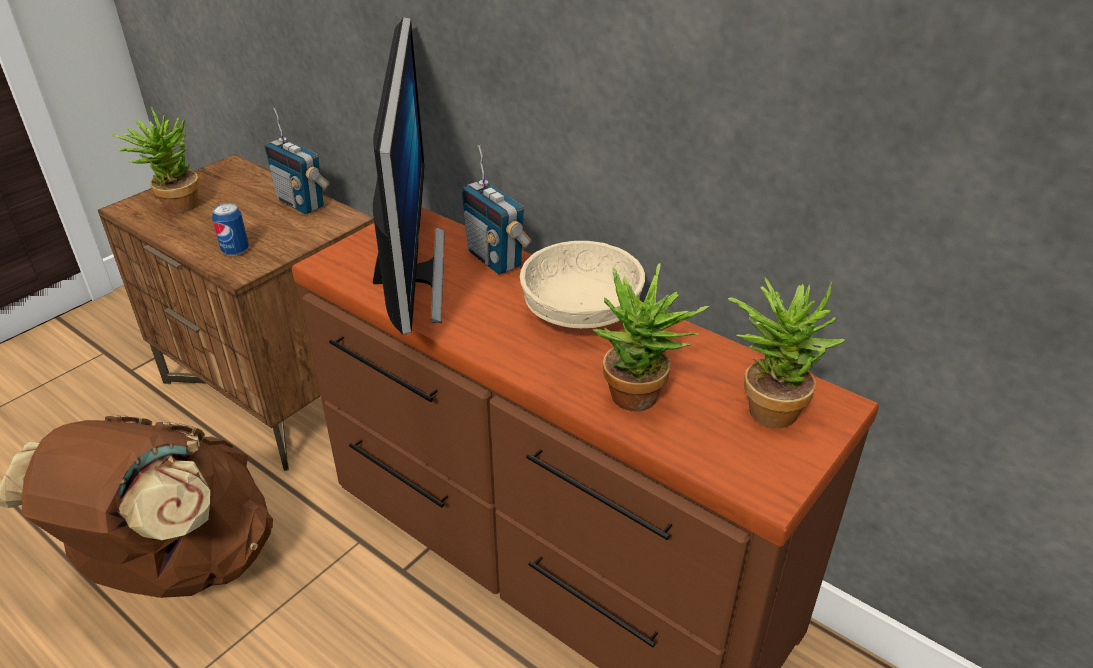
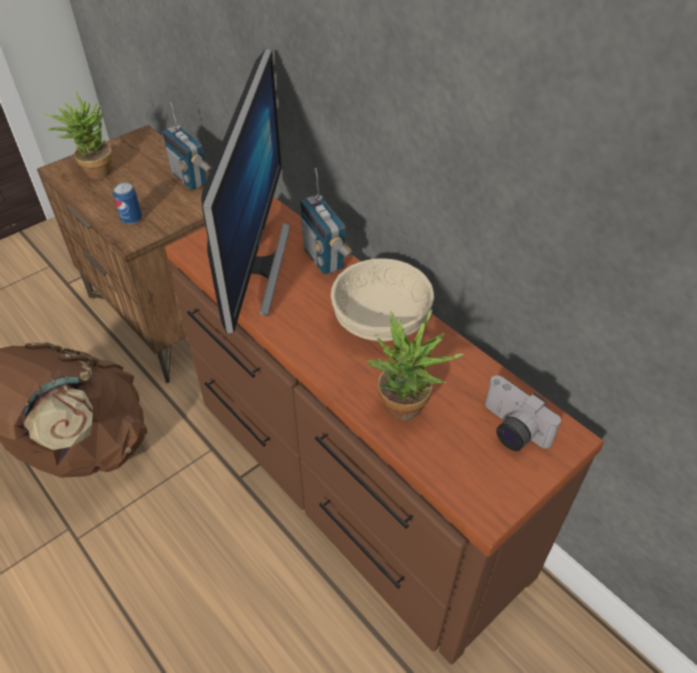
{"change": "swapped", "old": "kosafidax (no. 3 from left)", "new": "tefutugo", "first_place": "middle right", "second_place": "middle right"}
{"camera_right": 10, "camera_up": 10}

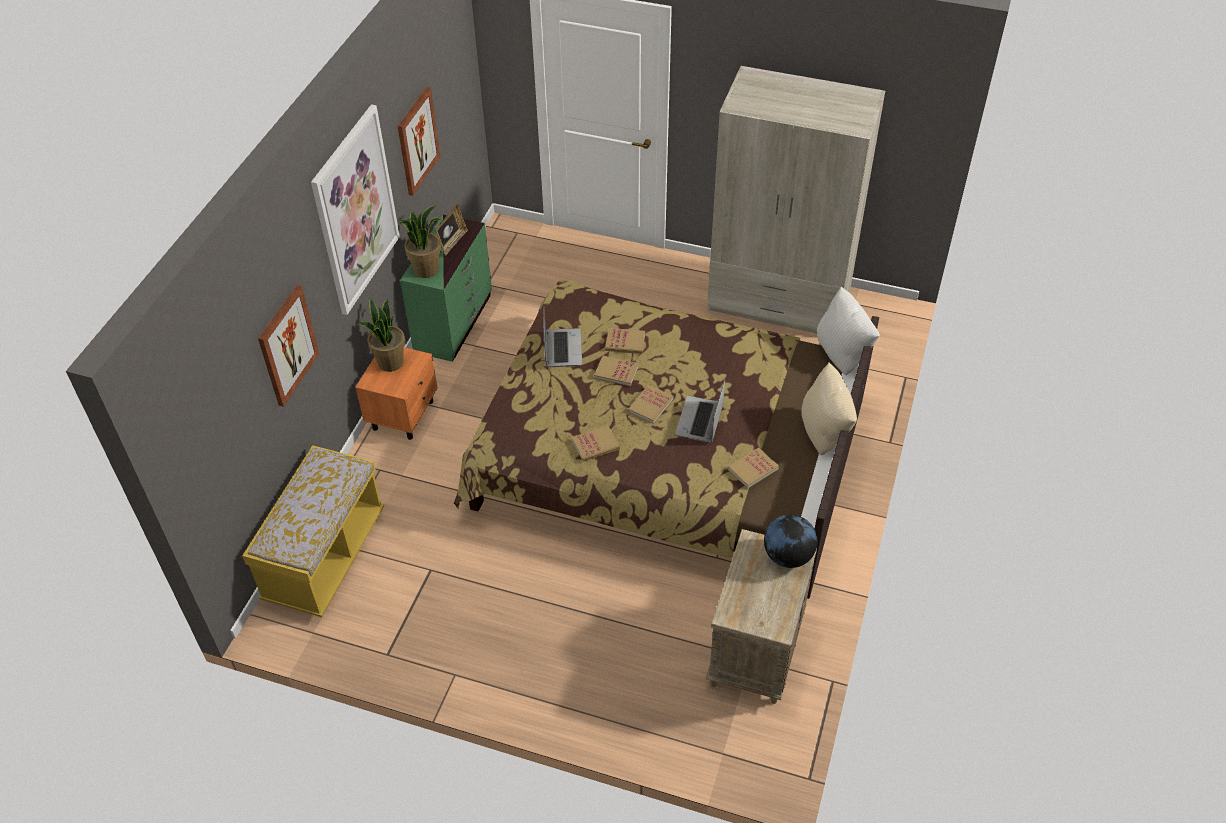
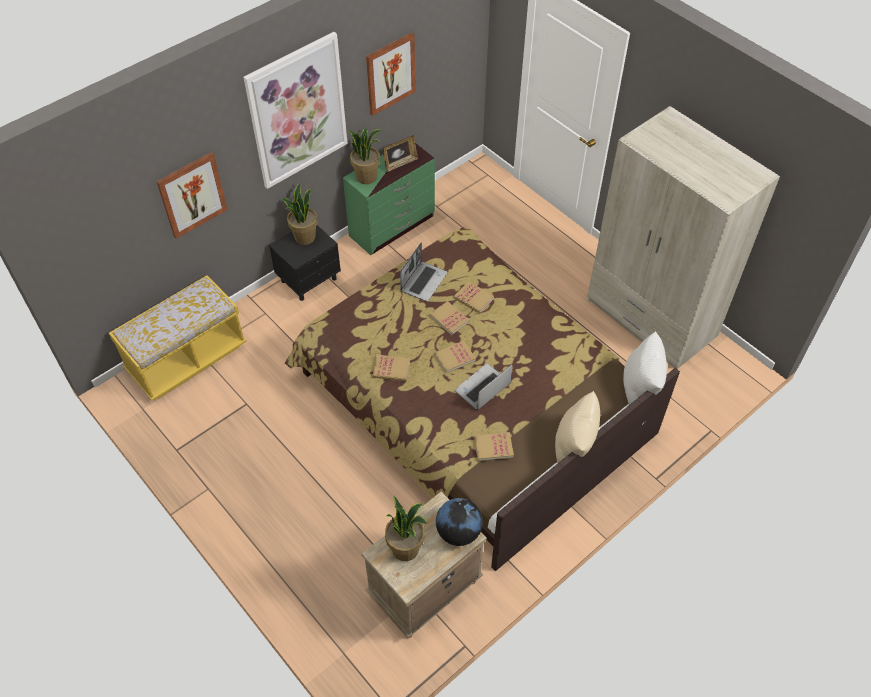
{"change": "repainted", "old": "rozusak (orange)", "new": "rozusak (black)", "first_place": "middle left", "second_place": "centre"}
{"change": "new", "new": "kosafidax (no. 3 from left)", "second_place": "bottom centre"}
{"camera_right": 30, "camera_up": 5}

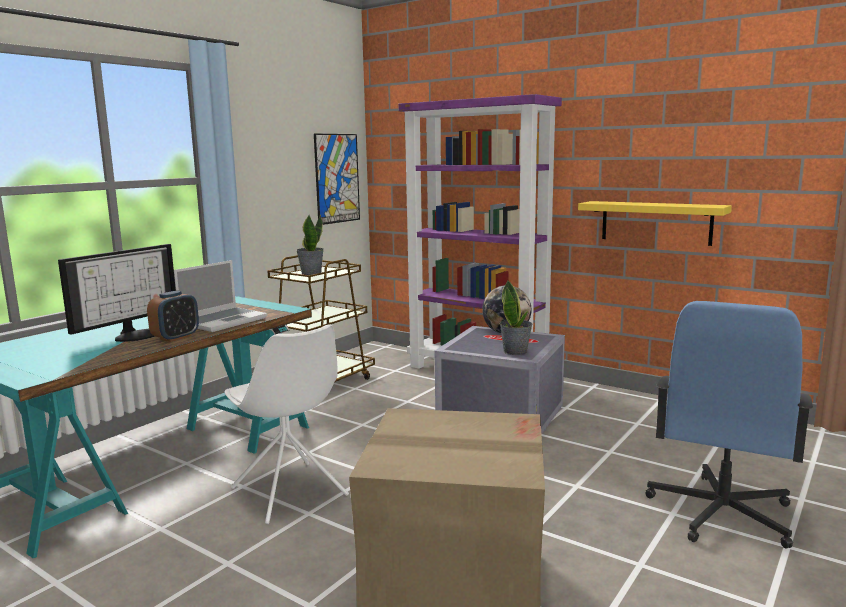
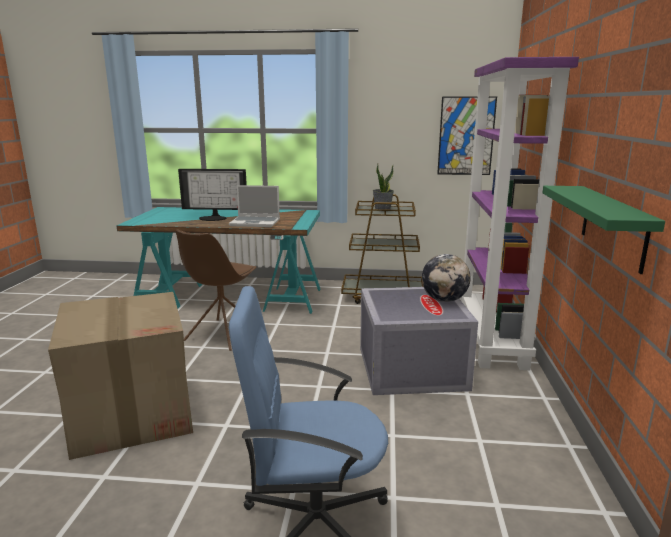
{"change": "repainted", "old": "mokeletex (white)", "new": "mokeletex (brown)", "first_place": "bottom centre", "second_place": "middle left"}
{"change": "repainted", "old": "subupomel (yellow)", "new": "subupomel (green)", "first_place": "middle right", "second_place": "middle right"}
{"change": "gone", "old": "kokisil", "first_place": "middle left"}
{"change": "gone", "old": "kosafidax (no. 2 from left)", "first_place": "centre"}
{"camera_right": 60, "camera_up": 5}

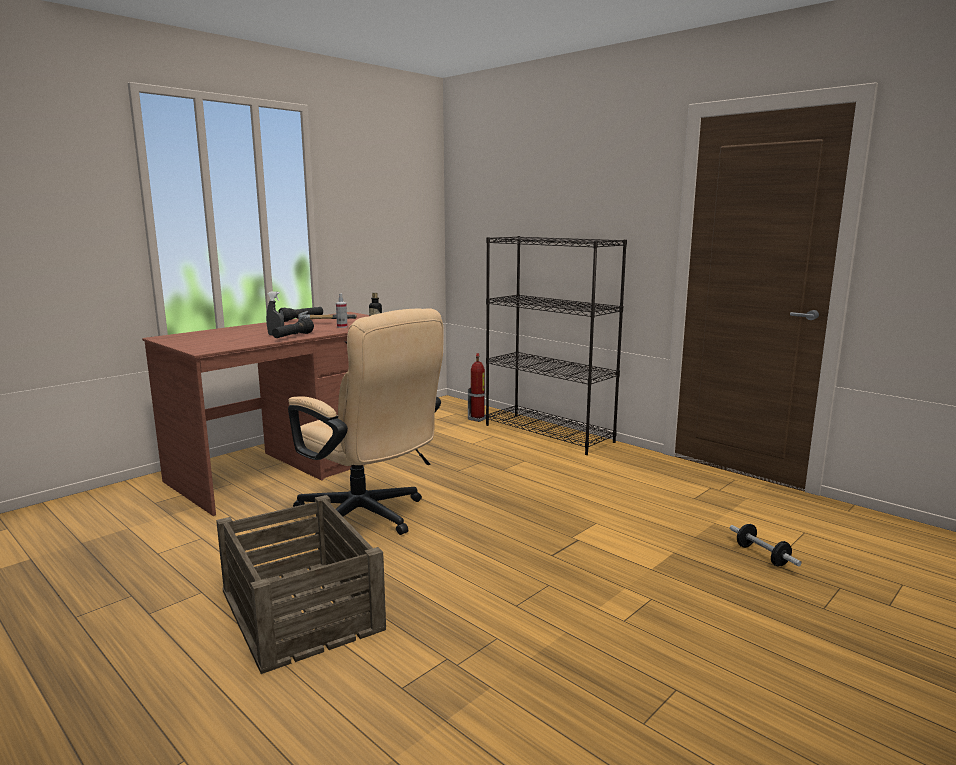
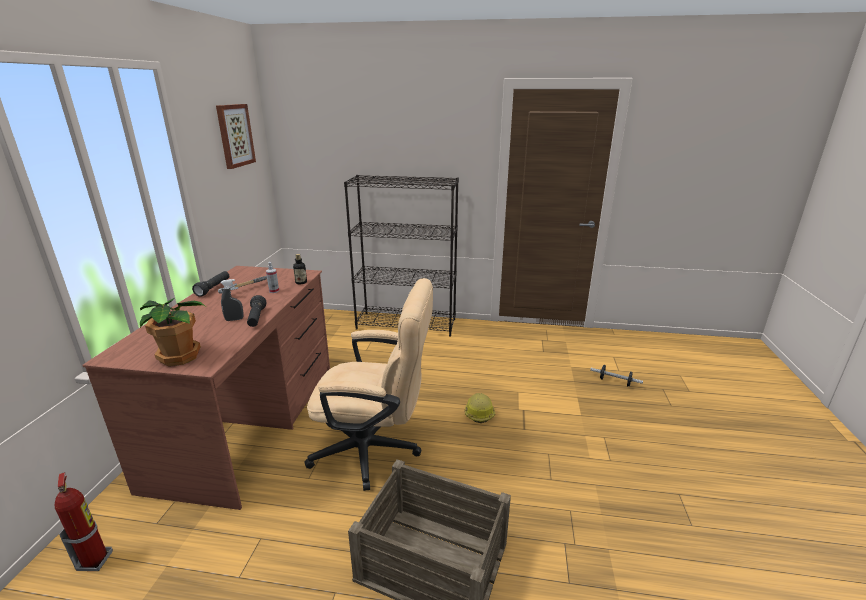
{"change": "shifted", "old": "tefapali", "first_place": "centre", "second_place": "bottom left"}
{"change": "new", "new": "kosafidax", "second_place": "middle left"}
{"change": "new", "new": "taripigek", "second_place": "top left"}
{"change": "new", "new": "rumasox", "second_place": "bottom centre"}
{"camera_right": -35, "camera_up": 10}

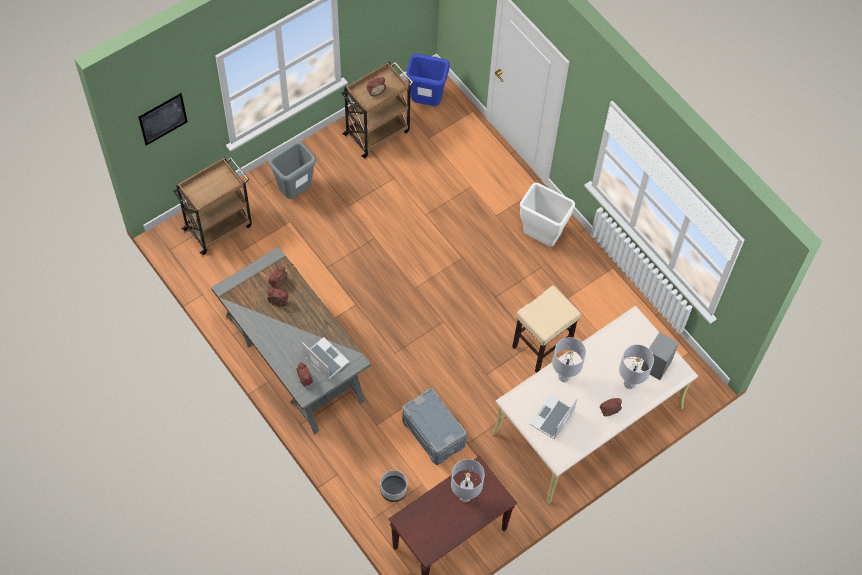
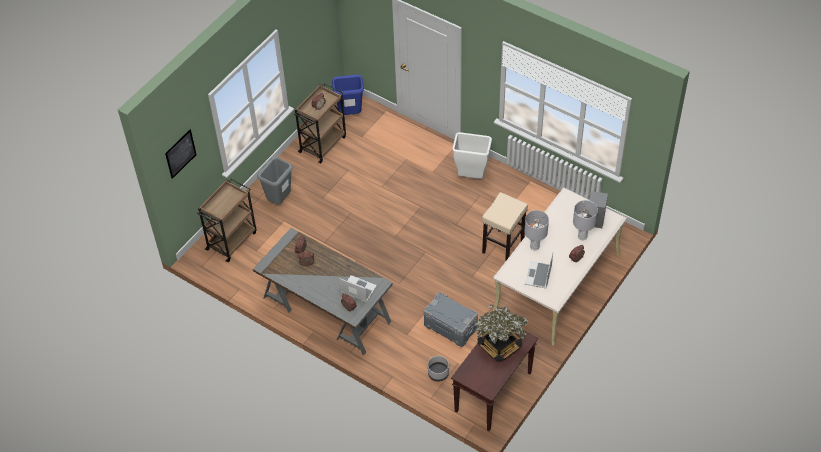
{"change": "swapped", "old": "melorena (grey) (no. 1 from left)", "new": "kosafidax", "first_place": "bottom centre", "second_place": "bottom centre"}
{"camera_right": -15, "camera_up": -10}

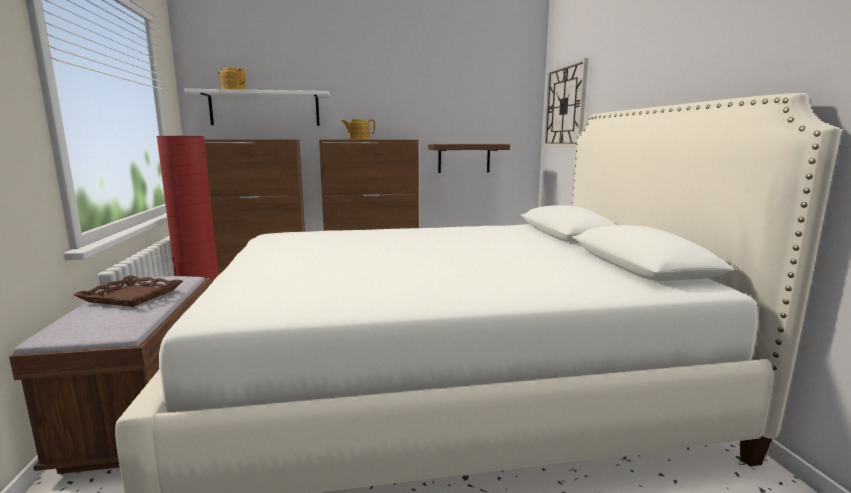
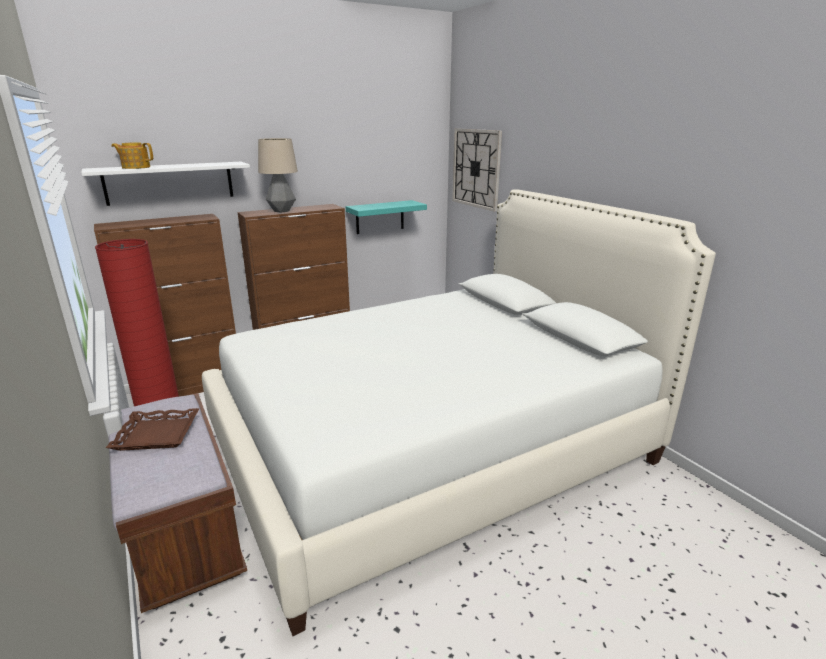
{"change": "swapped", "old": "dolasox (no. 2 from left)", "new": "melorena", "first_place": "top centre", "second_place": "top centre"}
{"change": "repainted", "old": "subupomel (brown)", "new": "subupomel (turquoise)", "first_place": "top centre", "second_place": "top centre"}
{"camera_right": -20, "camera_up": 10}

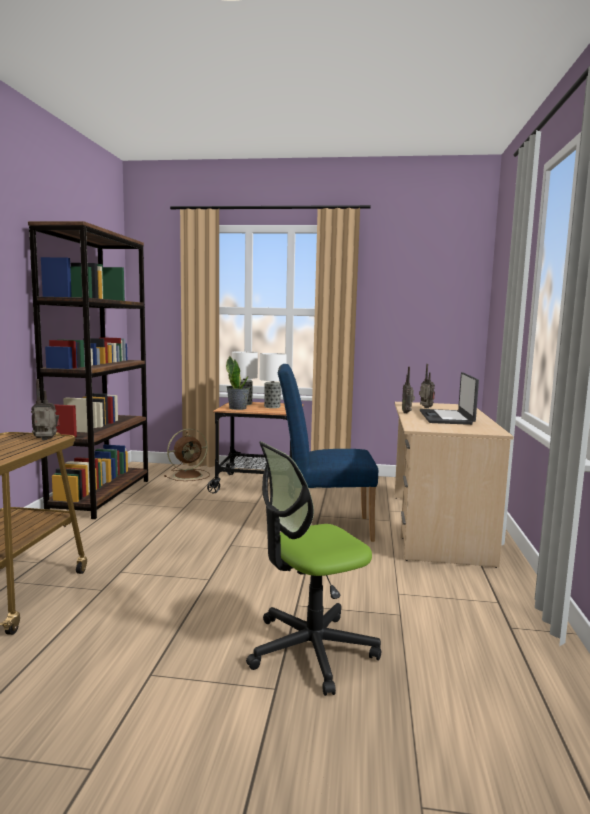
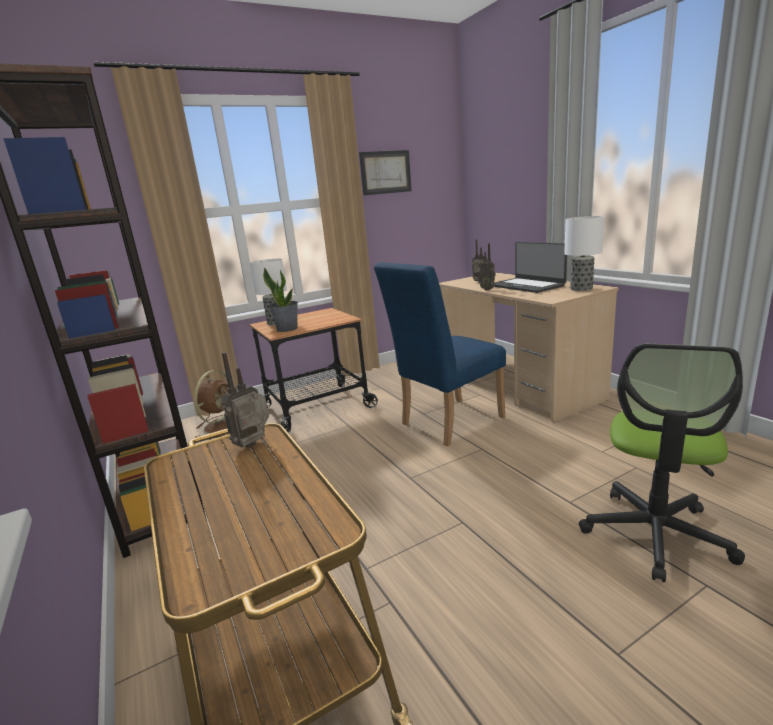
{"change": "new", "new": "taripigek", "second_place": "top centre"}
{"change": "shifted", "old": "melorena (no. 2 from left)", "first_place": "centre", "second_place": "middle right"}
{"camera_right": -35, "camera_up": 10}

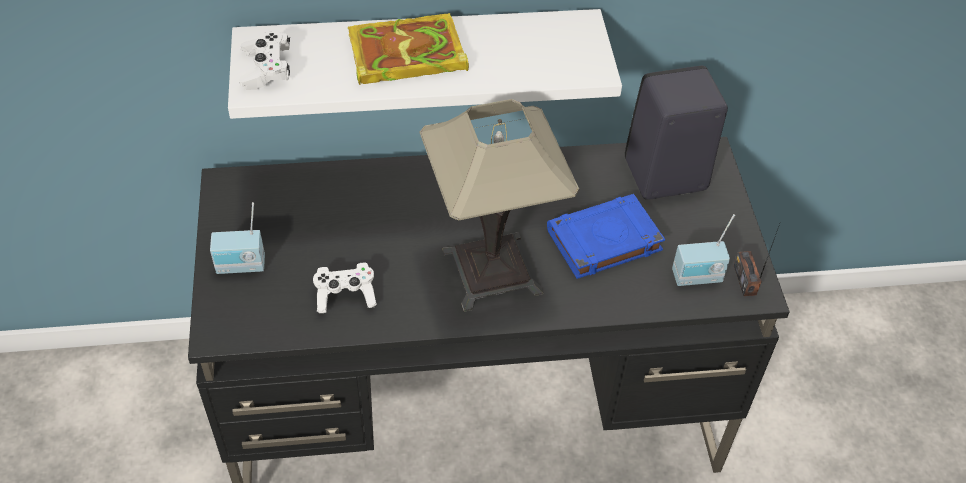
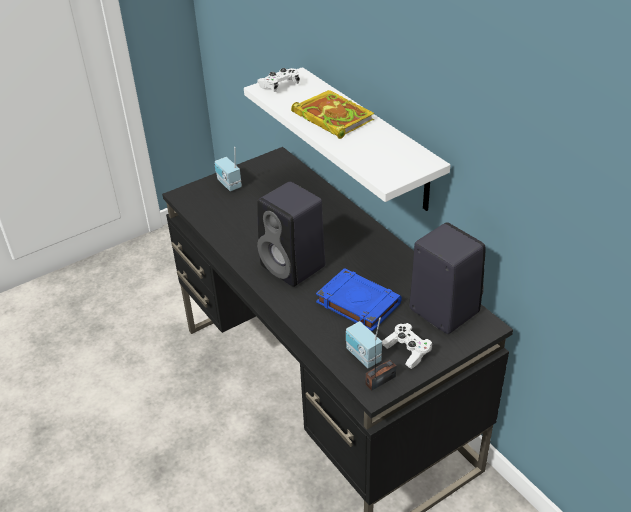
{"change": "swapped", "old": "melorena", "new": "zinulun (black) (no. 1 from left)", "first_place": "centre", "second_place": "centre"}
{"change": "shifted", "old": "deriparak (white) (no. 2 from left)", "first_place": "centre", "second_place": "bottom centre"}
{"camera_right": 65, "camera_up": -10}

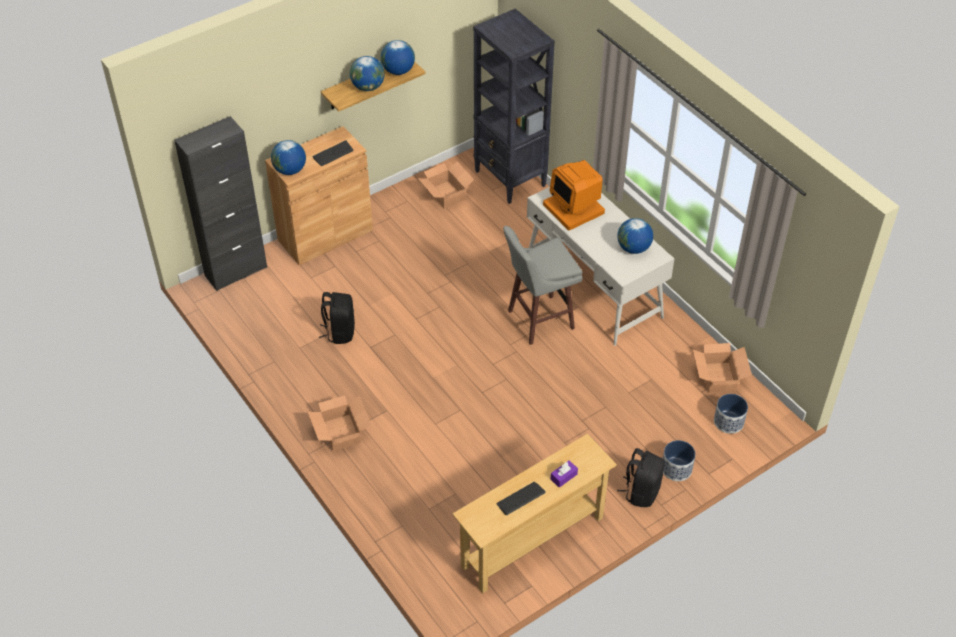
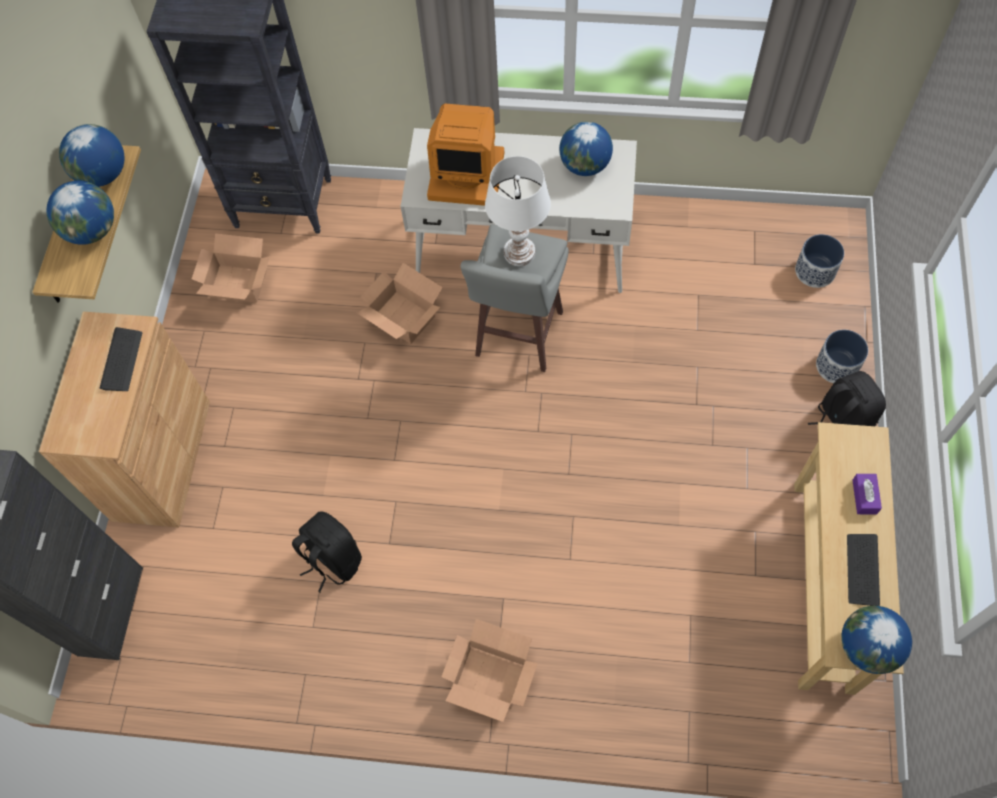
{"change": "shifted", "old": "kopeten (no. 3 from left in the first image)", "new": "kopeten (no. 2 from left)", "first_place": "middle right", "second_place": "centre"}
{"change": "new", "new": "melorena (white)", "second_place": "top centre"}
{"change": "shifted", "old": "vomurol (no. 1 from left in the first image)", "new": "vomurol (no. 4 from left)", "first_place": "top left", "second_place": "bottom right"}
{"camera_right": -45, "camera_up": 15}

